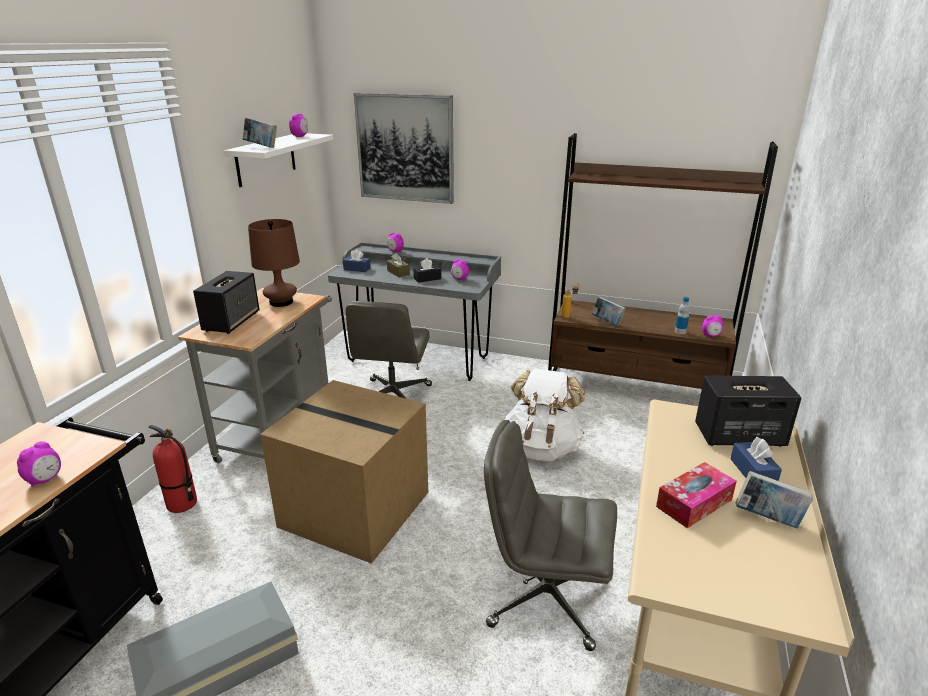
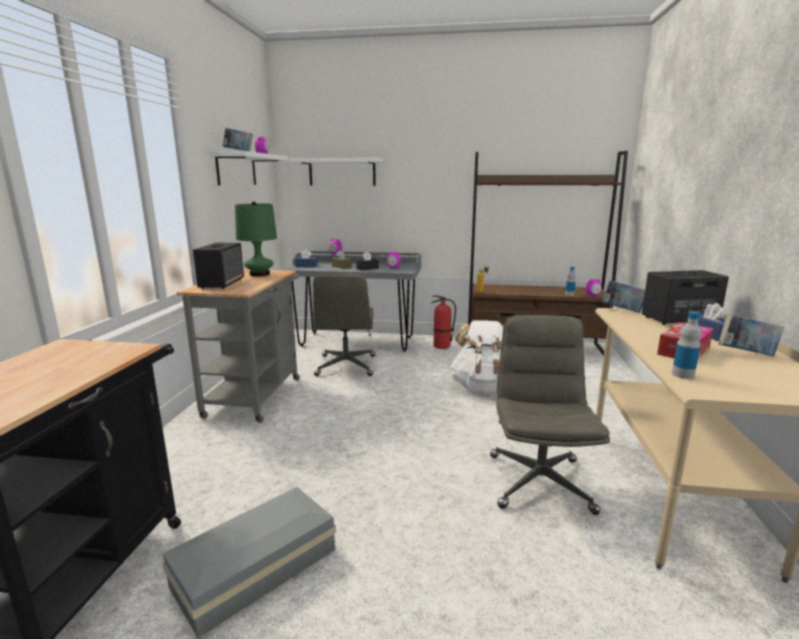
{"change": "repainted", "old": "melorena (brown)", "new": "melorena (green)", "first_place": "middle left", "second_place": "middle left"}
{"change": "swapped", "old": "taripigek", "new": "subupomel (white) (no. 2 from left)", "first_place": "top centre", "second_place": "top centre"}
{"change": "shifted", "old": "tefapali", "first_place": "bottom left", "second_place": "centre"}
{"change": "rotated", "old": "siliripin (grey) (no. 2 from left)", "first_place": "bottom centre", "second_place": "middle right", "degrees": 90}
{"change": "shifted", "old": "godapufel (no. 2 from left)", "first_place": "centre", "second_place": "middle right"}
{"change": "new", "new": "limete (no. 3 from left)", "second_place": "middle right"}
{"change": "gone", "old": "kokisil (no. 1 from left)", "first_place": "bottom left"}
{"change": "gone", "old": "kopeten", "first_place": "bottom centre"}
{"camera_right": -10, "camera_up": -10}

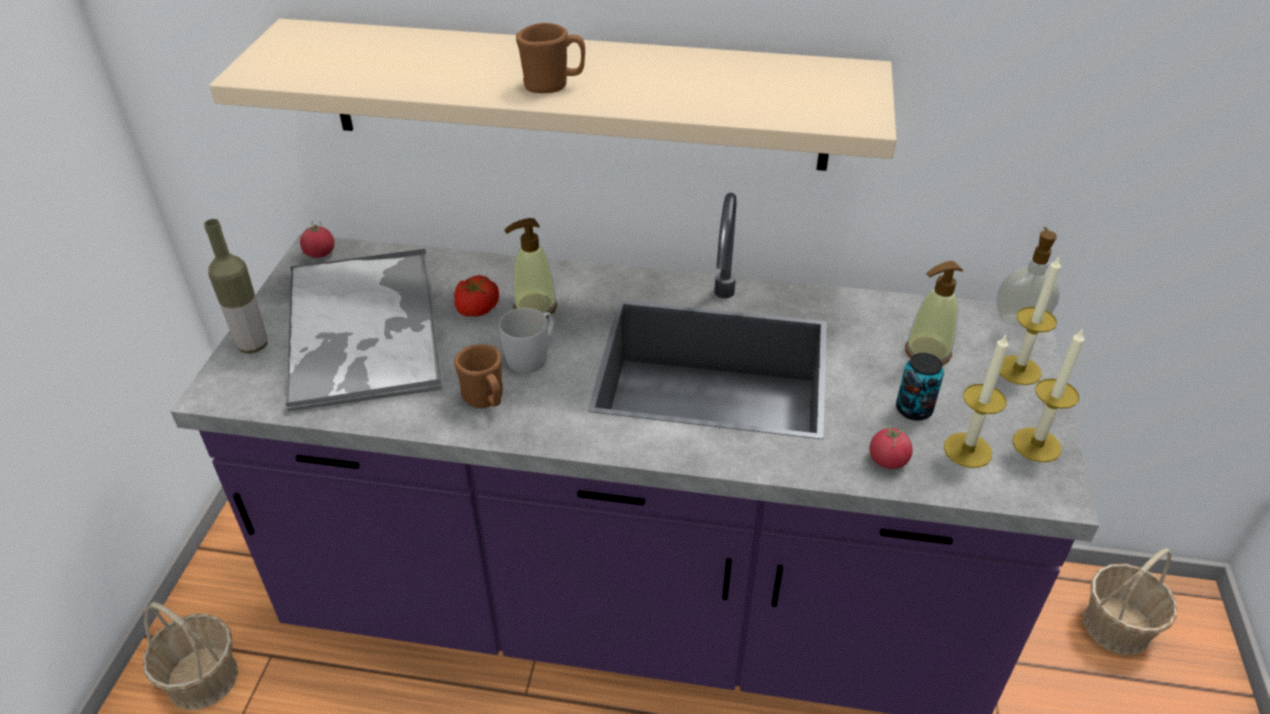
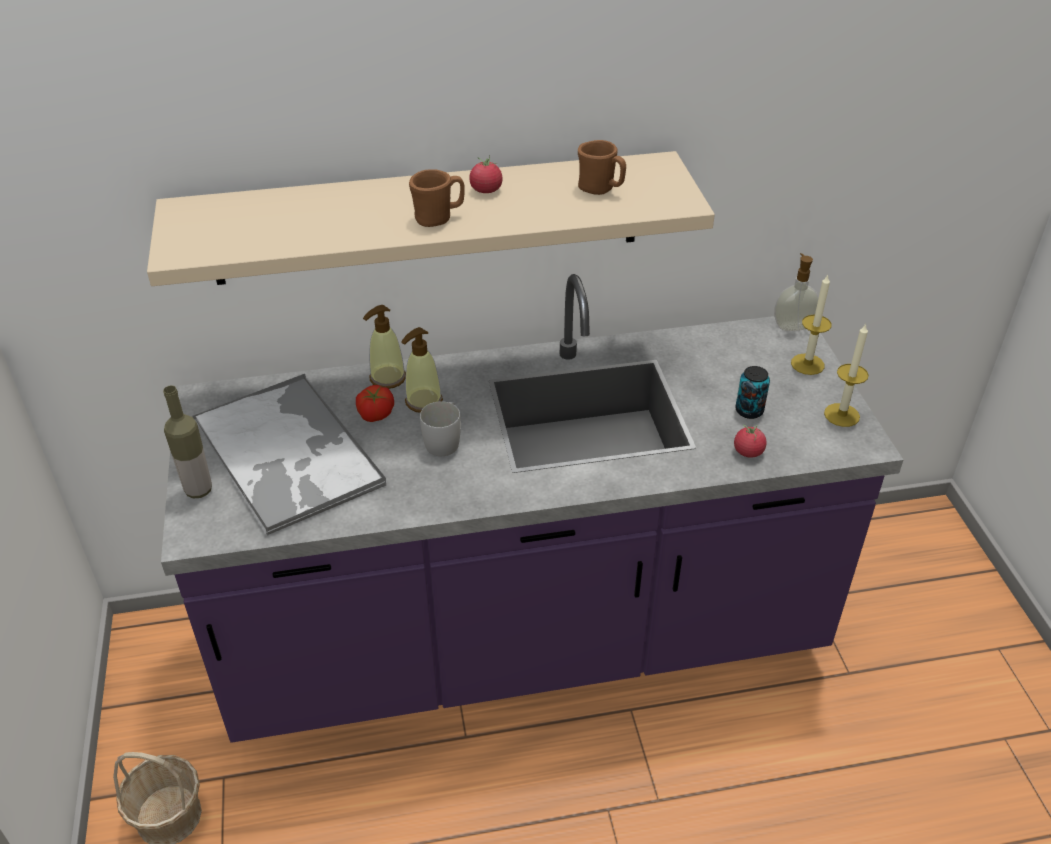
{"change": "shifted", "old": "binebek (no. 2 from left in the first image)", "new": "binebek (no. 1 from left)", "first_place": "middle right", "second_place": "centre"}
{"change": "shifted", "old": "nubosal (no. 1 from left in the first image)", "new": "nubosal (no. 2 from left)", "first_place": "middle left", "second_place": "top centre"}
{"change": "shifted", "old": "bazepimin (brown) (no. 1 from left in the first image)", "new": "bazepimin (brown) (no. 2 from left)", "first_place": "centre", "second_place": "top centre"}
{"change": "gone", "old": "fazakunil (no. 1 from left)", "first_place": "middle right"}
{"change": "gone", "old": "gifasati (no. 2 from left)", "first_place": "bottom right"}
{"camera_right": -20, "camera_up": 0}

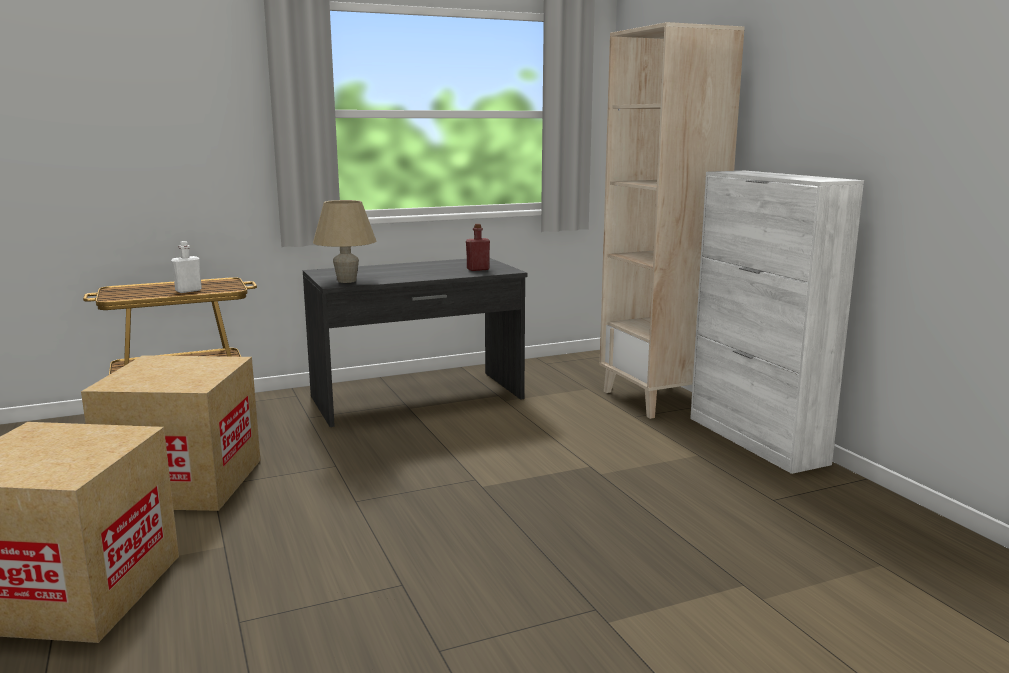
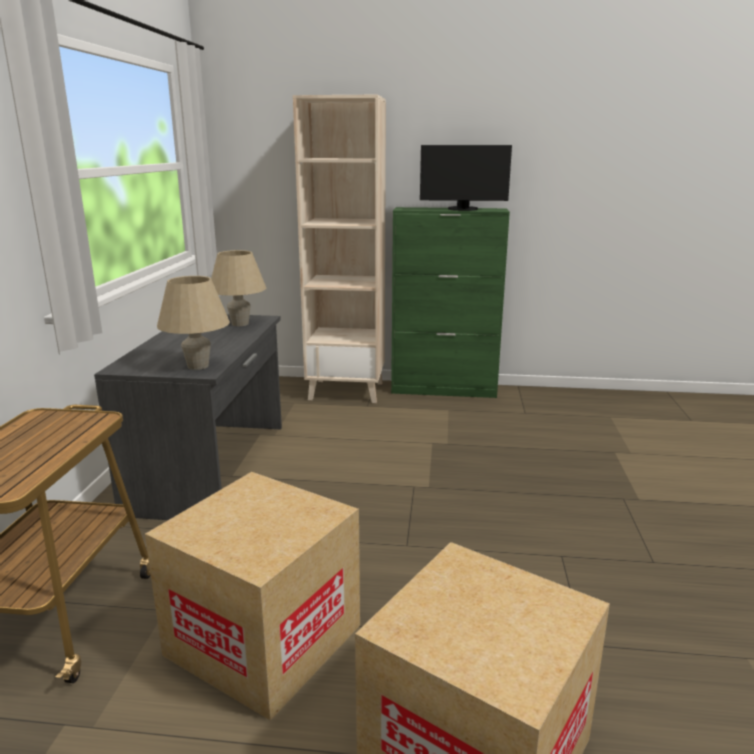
{"change": "swapped", "old": "limete (red)", "new": "melorena (beige) (no. 2 from left)", "first_place": "centre", "second_place": "middle left"}
{"change": "repainted", "old": "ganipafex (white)", "new": "ganipafex (green)", "first_place": "middle right", "second_place": "centre"}
{"change": "new", "new": "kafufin", "second_place": "top centre"}
{"change": "gone", "old": "limete (white)", "first_place": "middle left"}
{"camera_right": -60, "camera_up": 5}

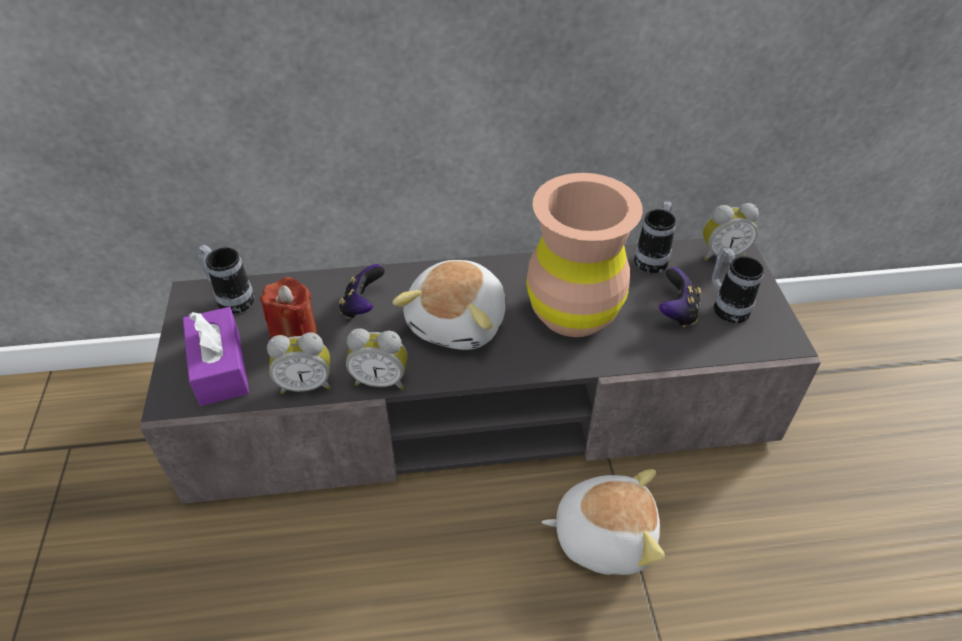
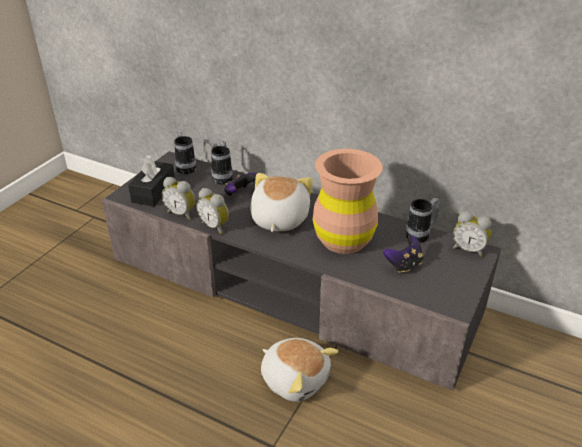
{"change": "repainted", "old": "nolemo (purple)", "new": "nolemo (black)", "first_place": "middle left", "second_place": "middle left"}
{"change": "shifted", "old": "bazepimin (no. 3 from left in the first image)", "new": "bazepimin (no. 2 from left)", "first_place": "middle right", "second_place": "centre"}
{"change": "rotated", "old": "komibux (no. 1 from left)", "first_place": "centre", "second_place": "centre", "degrees": 135}
{"change": "gone", "old": "fazakunil (red)", "first_place": "middle left"}
{"camera_right": 35, "camera_up": -10}

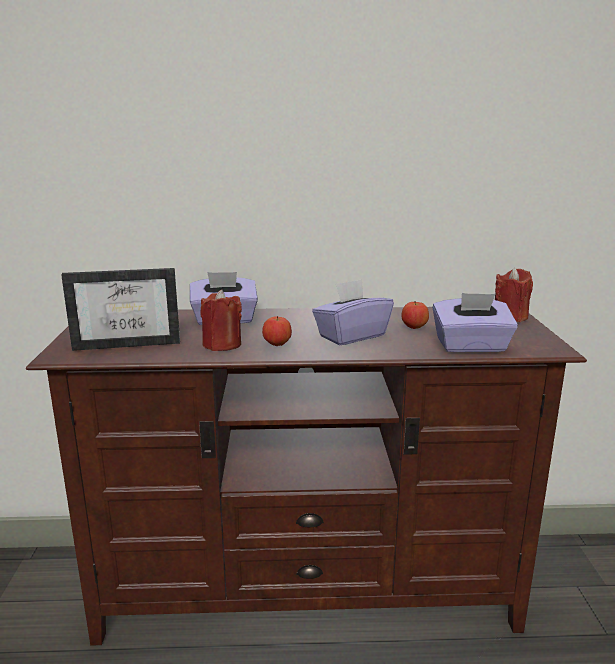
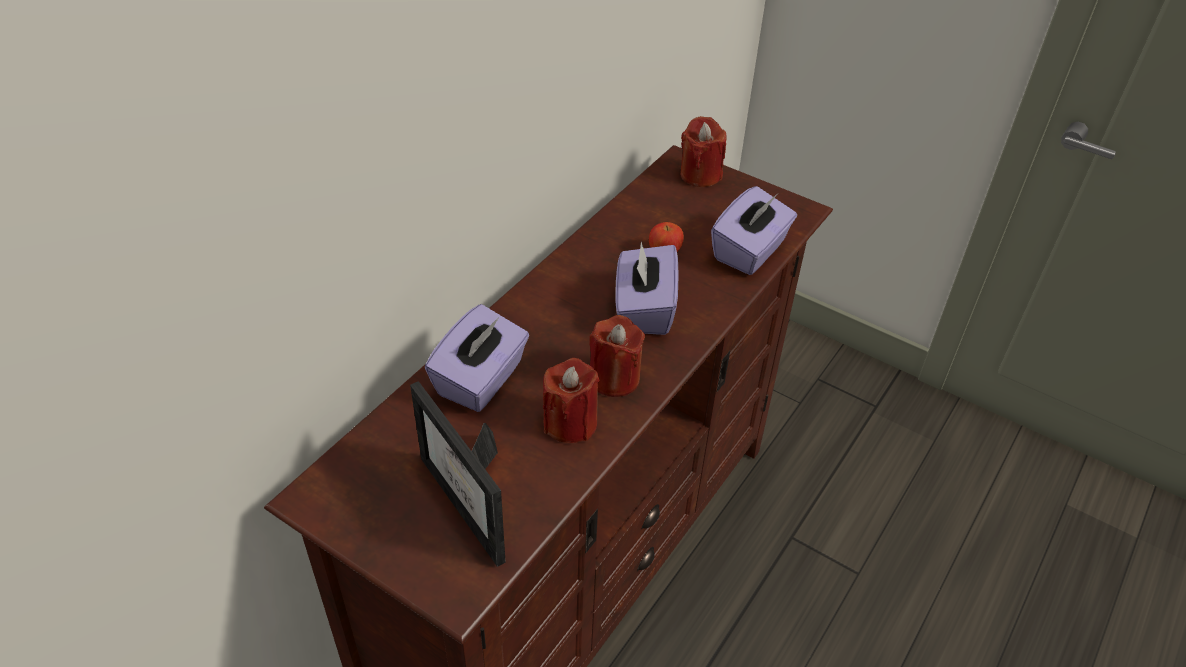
{"change": "rotated", "old": "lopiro", "first_place": "middle left", "second_place": "bottom centre", "degrees": 120}
{"change": "swapped", "old": "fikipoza (no. 1 from left)", "new": "fazakunil (red) (no. 2 from left)", "first_place": "centre", "second_place": "centre"}
{"camera_right": -55, "camera_up": 25}

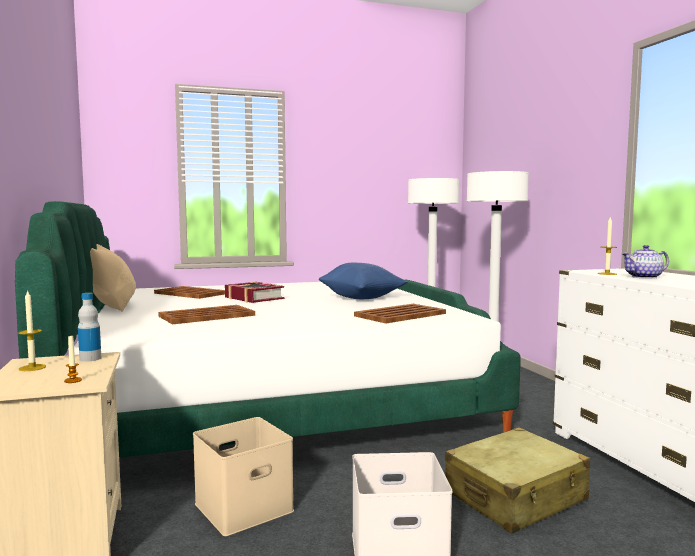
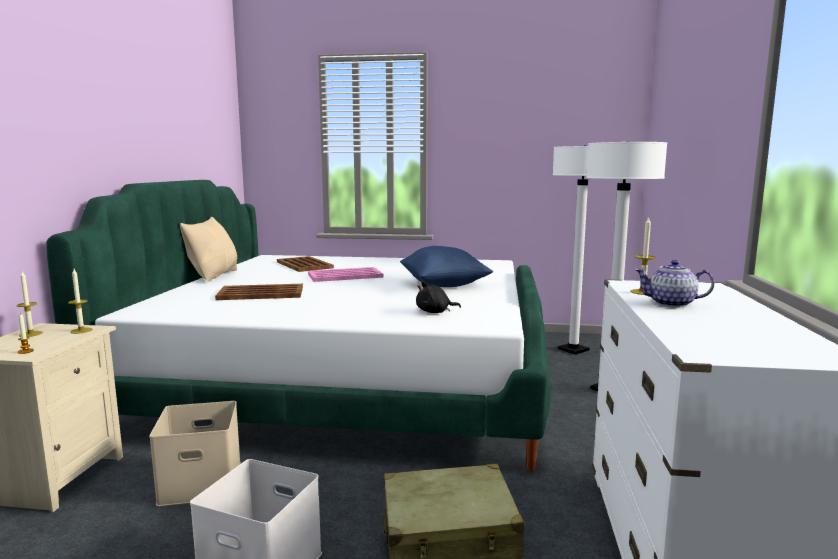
{"change": "swapped", "old": "limete", "new": "fazakunil (no. 3 from left)", "first_place": "middle left", "second_place": "middle left"}
{"change": "swapped", "old": "godapufel", "new": "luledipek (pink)", "first_place": "centre", "second_place": "centre"}
{"change": "swapped", "old": "luledipek (brown) (no. 3 from left)", "new": "komibux (black)", "first_place": "centre", "second_place": "centre"}
{"camera_right": 25, "camera_up": 5}

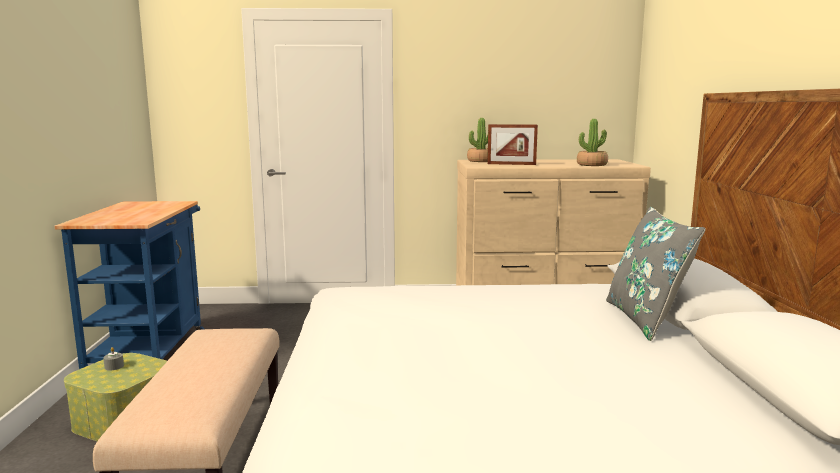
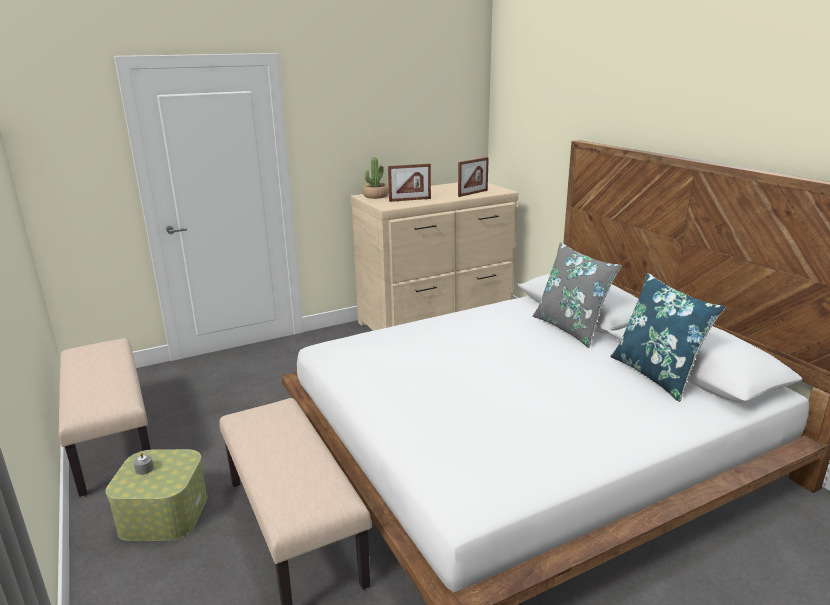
{"change": "swapped", "old": "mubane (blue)", "new": "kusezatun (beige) (no. 1 from left)", "first_place": "middle left", "second_place": "bottom left"}
{"change": "swapped", "old": "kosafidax (no. 2 from left)", "new": "lopiro (no. 2 from left)", "first_place": "top right", "second_place": "top centre"}
{"change": "new", "new": "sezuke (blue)", "second_place": "middle right"}
{"camera_right": -25, "camera_up": 10}

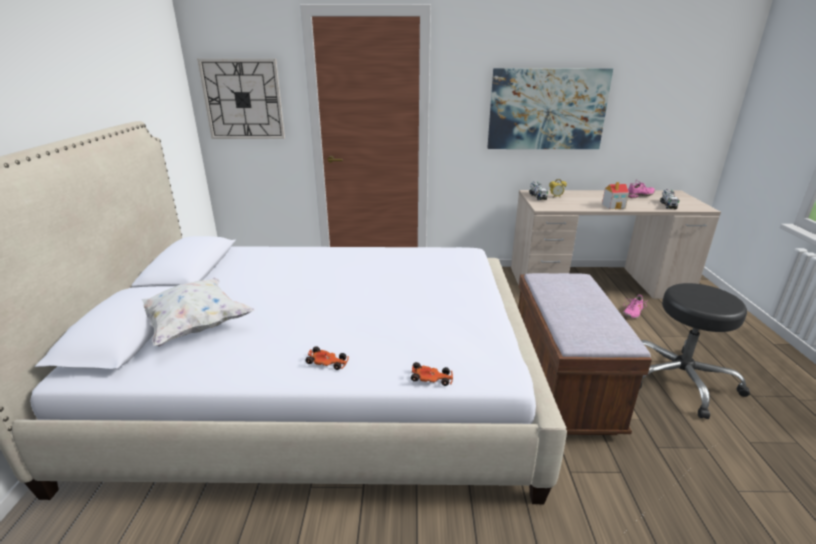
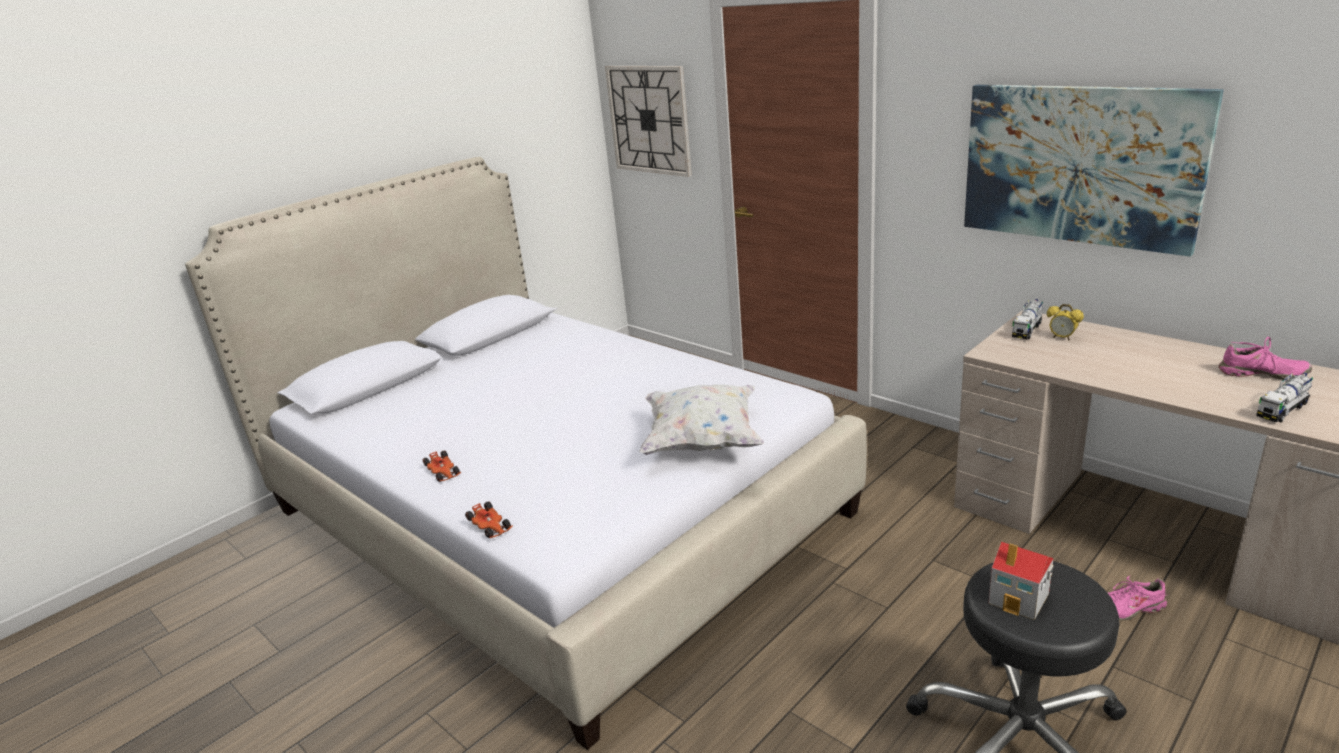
{"change": "shifted", "old": "sezuke (white)", "first_place": "middle left", "second_place": "centre"}
{"change": "shifted", "old": "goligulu", "first_place": "middle right", "second_place": "bottom right"}
{"change": "gone", "old": "kusezatun (brown)", "first_place": "middle right"}
{"camera_right": 45, "camera_up": 0}

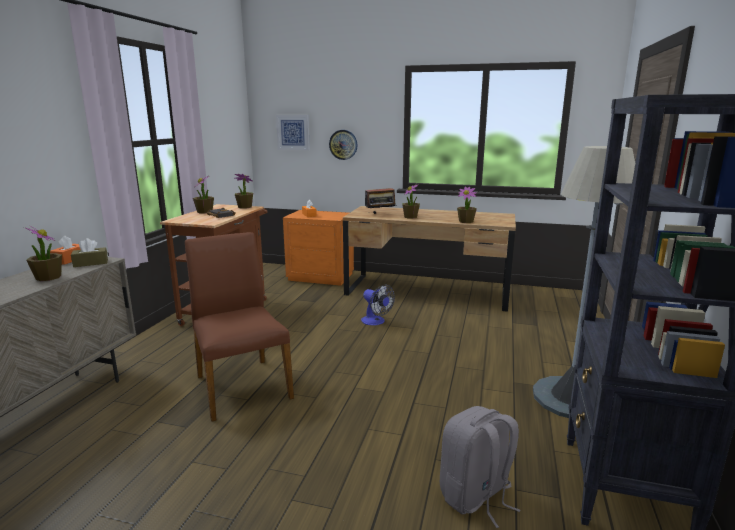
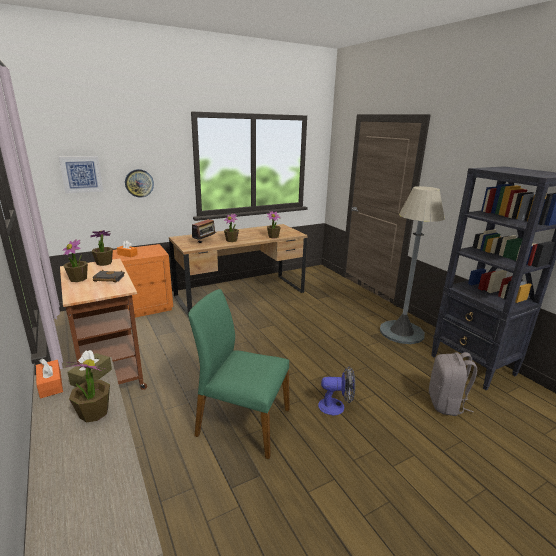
{"change": "repainted", "old": "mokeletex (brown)", "new": "mokeletex (green)", "first_place": "middle left", "second_place": "bottom centre"}
{"change": "shifted", "old": "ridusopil", "first_place": "centre", "second_place": "bottom centre"}
{"camera_right": -45, "camera_up": 5}

